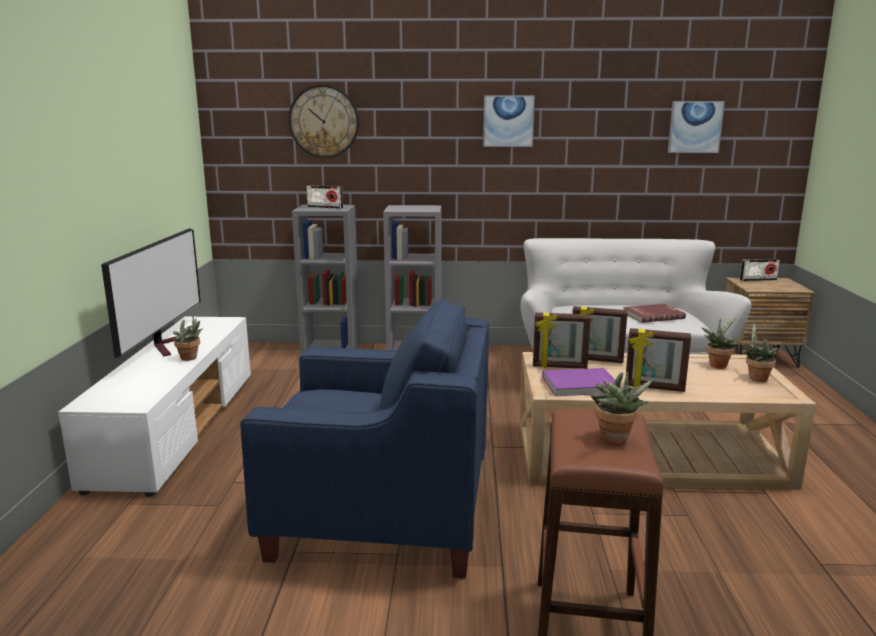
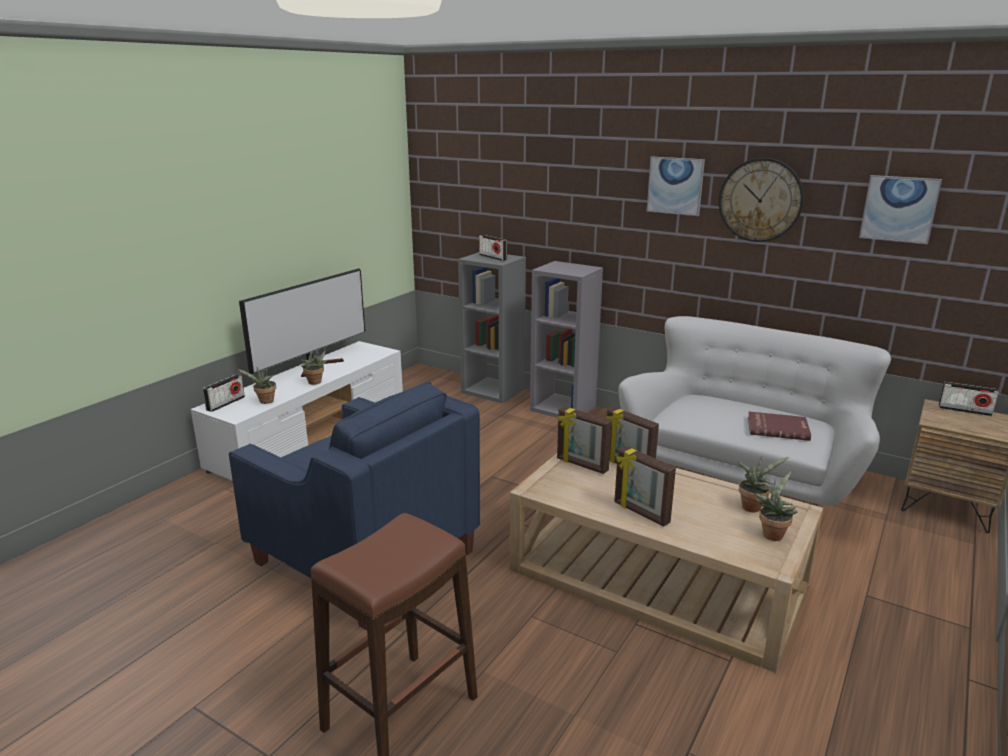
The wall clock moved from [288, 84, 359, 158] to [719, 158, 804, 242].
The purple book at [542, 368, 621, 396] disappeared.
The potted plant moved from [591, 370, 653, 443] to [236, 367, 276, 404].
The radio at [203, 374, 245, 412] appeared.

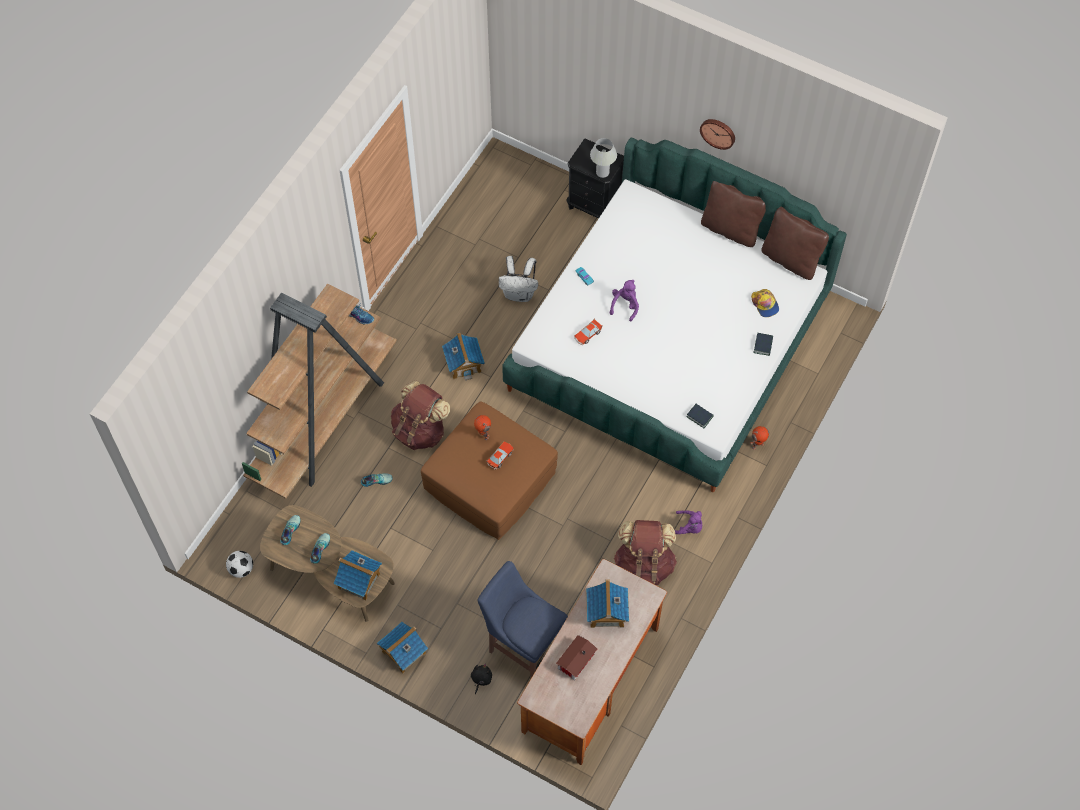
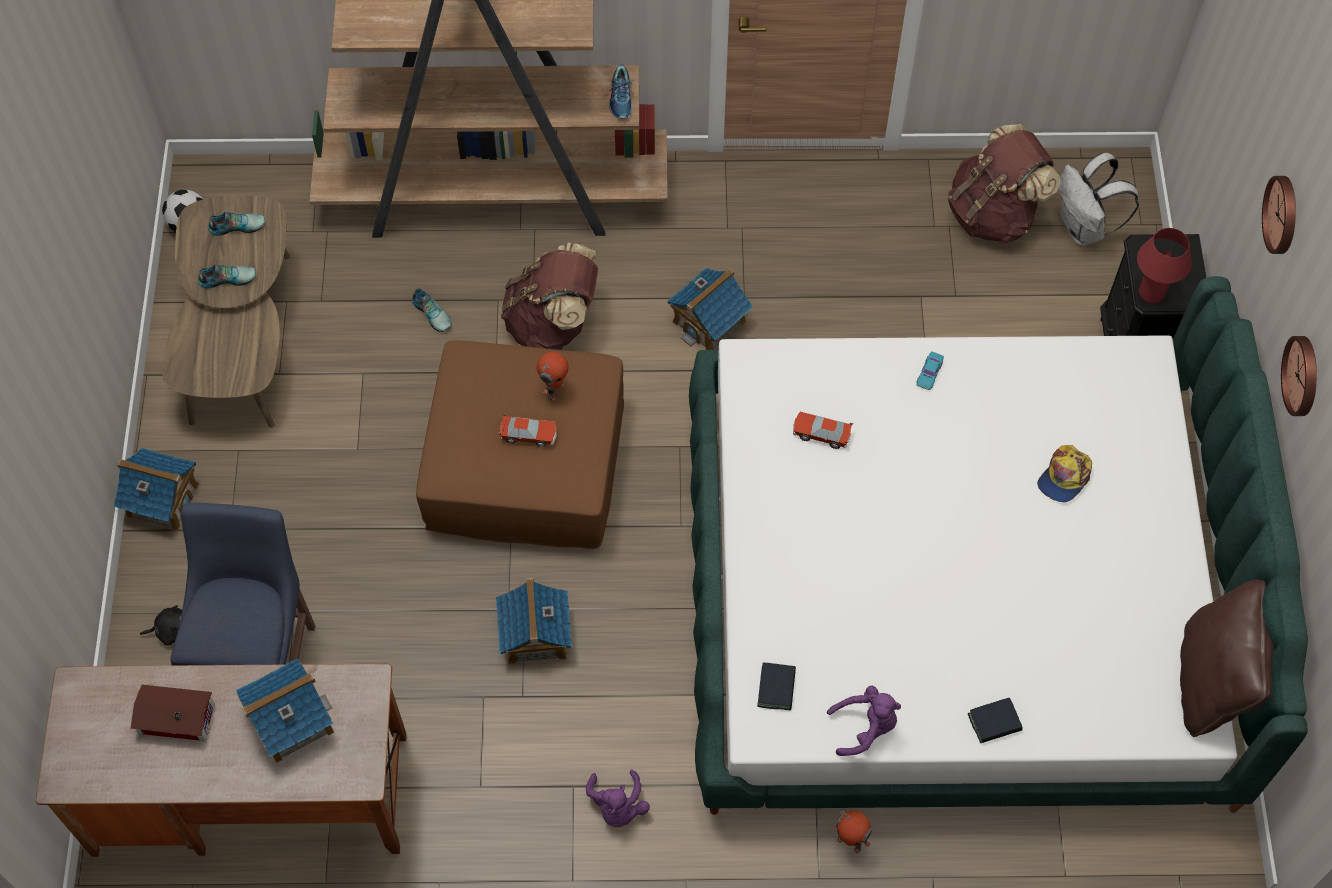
The toy house moved from [333, 550, 382, 601] to [496, 578, 572, 664].
The white backpack moved from [499, 256, 538, 302] to [1059, 152, 1139, 245].
The white table lamp at [590, 138, 617, 178] became the red table lamp at [1137, 228, 1192, 303].
The purple plush toy moved from [610, 280, 639, 321] to [827, 685, 901, 756].
The brown backpack moved from [614, 520, 677, 585] to [948, 124, 1061, 244].
The brown pillow at [701, 181, 766, 247] disappeared.
The cap moved from [751, 289, 779, 317] to [1037, 445, 1092, 502].
The wall clock at [1262, 176, 1296, 254] appeared.

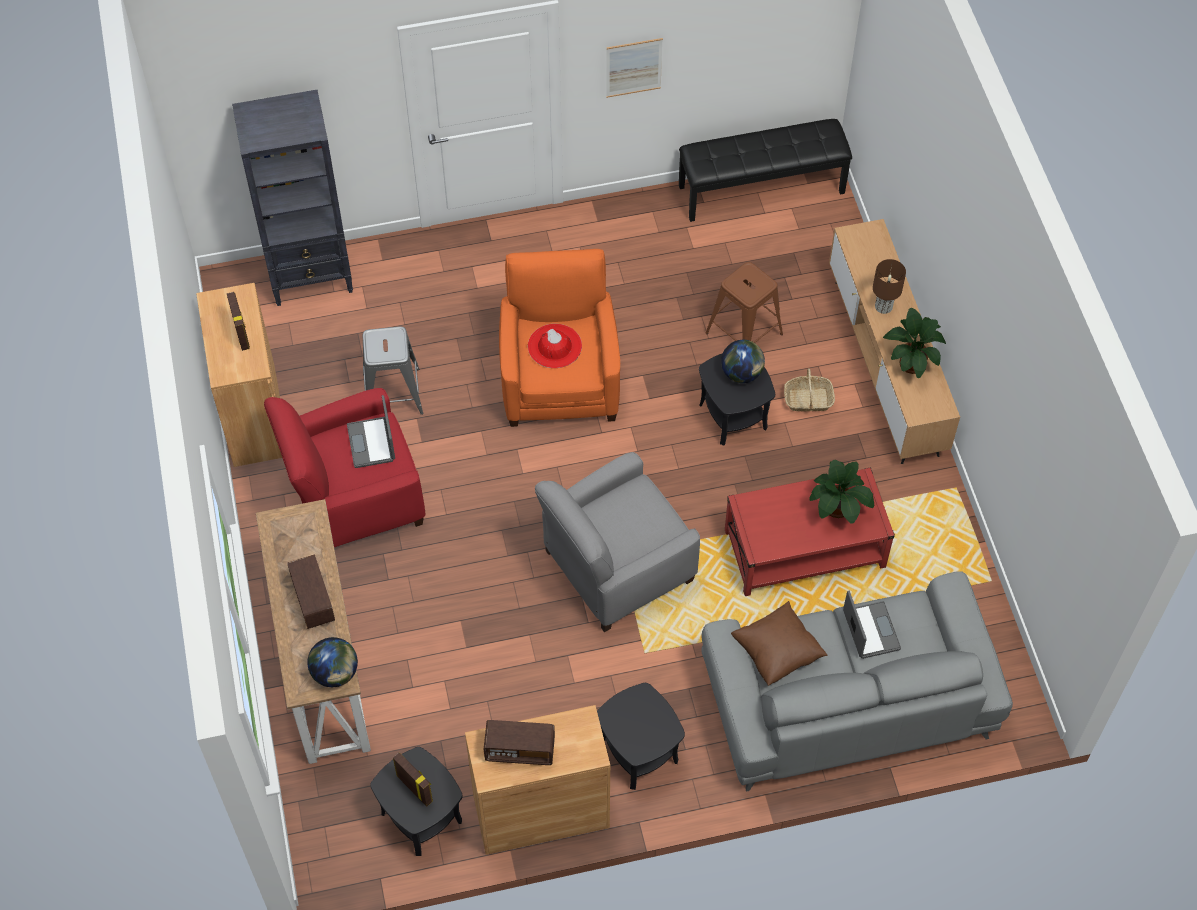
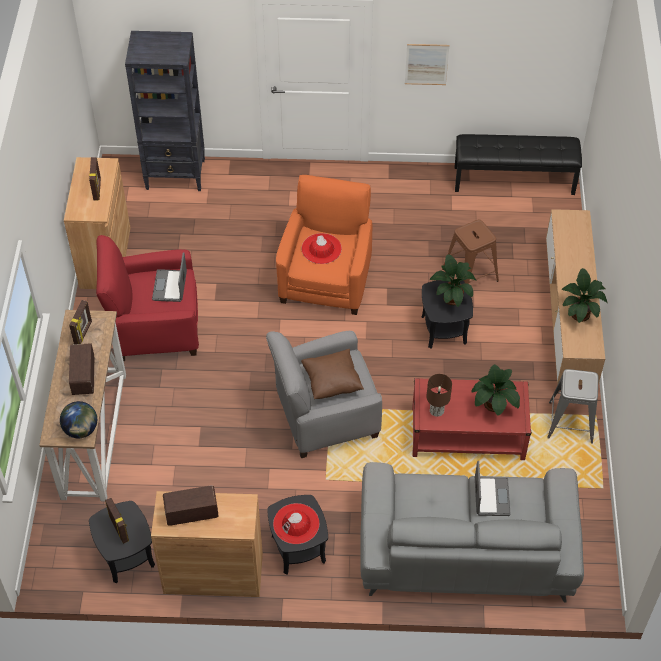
The grey stool moved from [363, 326, 423, 415] to [547, 369, 598, 444].
The radio at [484, 720, 555, 765] turned 150 degrees clockwise.
The globe at [721, 340, 765, 383] was replaced by the potted plant at [430, 254, 476, 307].
The brown pillow moved from [731, 601, 828, 686] to [301, 349, 364, 399].
The basket at [784, 368, 835, 412] disappeared.
The brown table lamp moved from [873, 259, 906, 314] to [426, 374, 452, 417].
The picture frame at [69, 300, 92, 345] appeared.
The red hat at [273, 503, 320, 544] appeared.

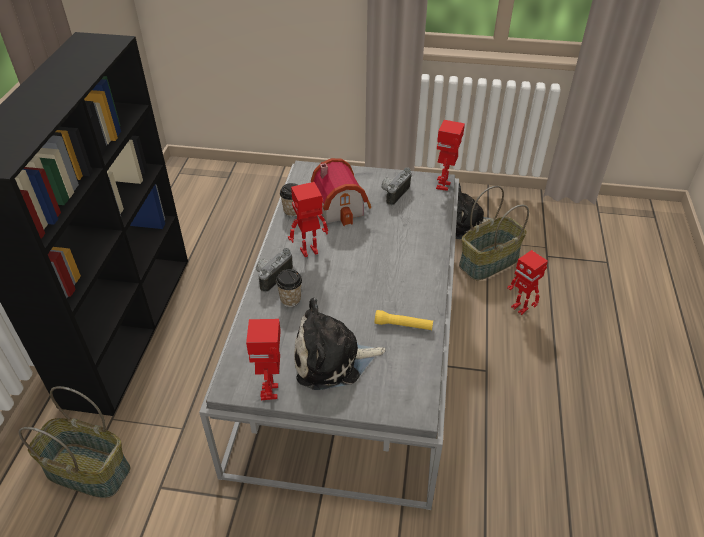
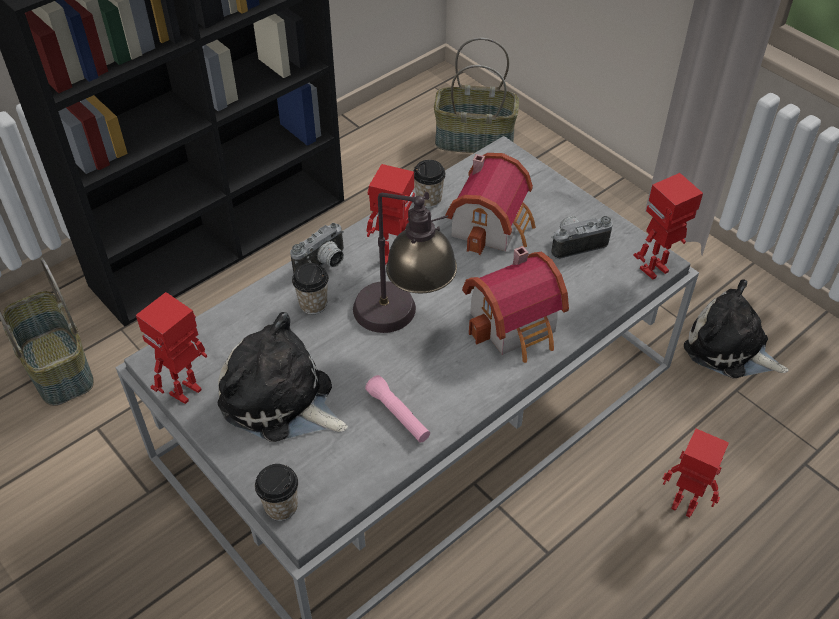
The photo camera at [256, 248, 293, 292] turned 150 degrees clockwise.
The yellow flashlight at [375, 310, 433, 330] became the pink flashlight at [365, 375, 430, 443].
The basket moved from [459, 186, 529, 281] to [434, 38, 519, 153].
The toy robot at [507, 250, 548, 315] turned 120 degrees clockwise.
The cup at [255, 464, 298, 521] appeared.
The table lamp at [353, 192, 457, 333] appeared.
The toy house at [462, 246, 569, 363] appeared.

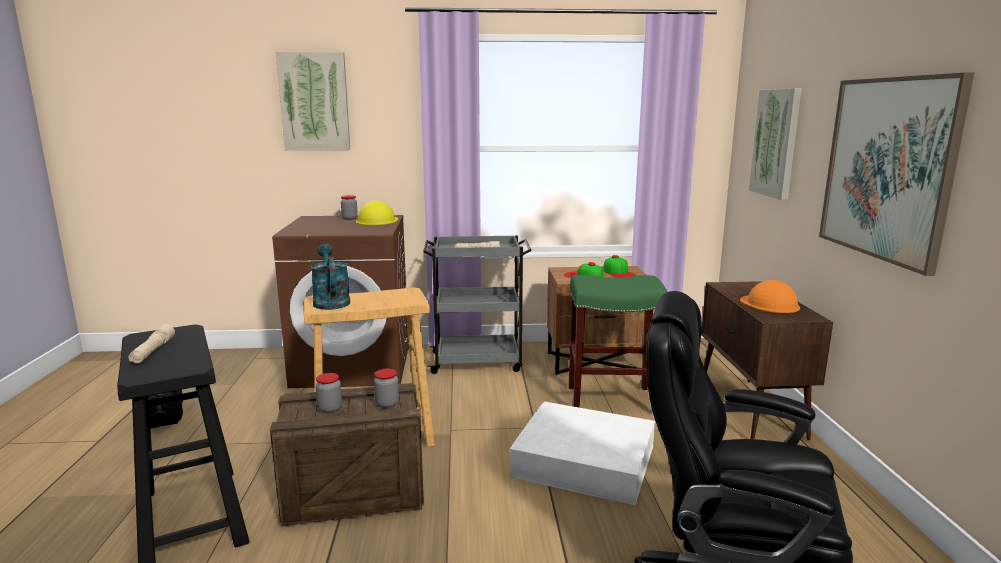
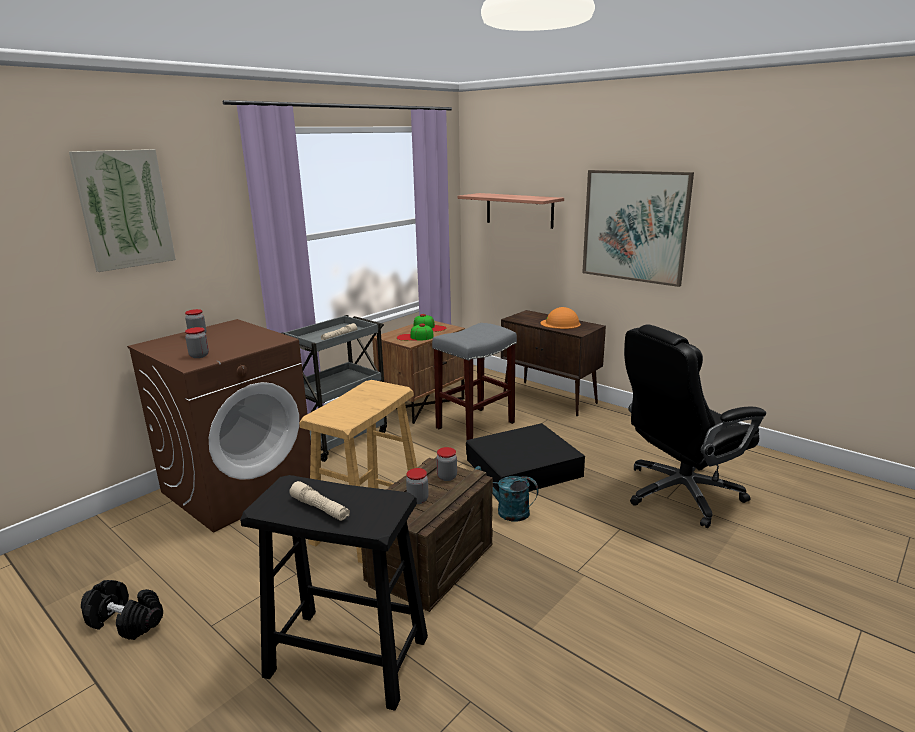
The turquoise watering can moved from [311, 244, 350, 310] to [473, 466, 539, 522].
The yellow hard hat at [356, 200, 398, 225] disappeared.
The white storage box at [509, 402, 655, 505] became the black storage box at [466, 423, 585, 493].
The green stool at [569, 275, 667, 412] became the grey stool at [432, 323, 517, 440].
The picture at [749, 88, 802, 200] was replaced by the shelf at [457, 193, 564, 229].
The jar at [185, 327, 209, 358] appeared.

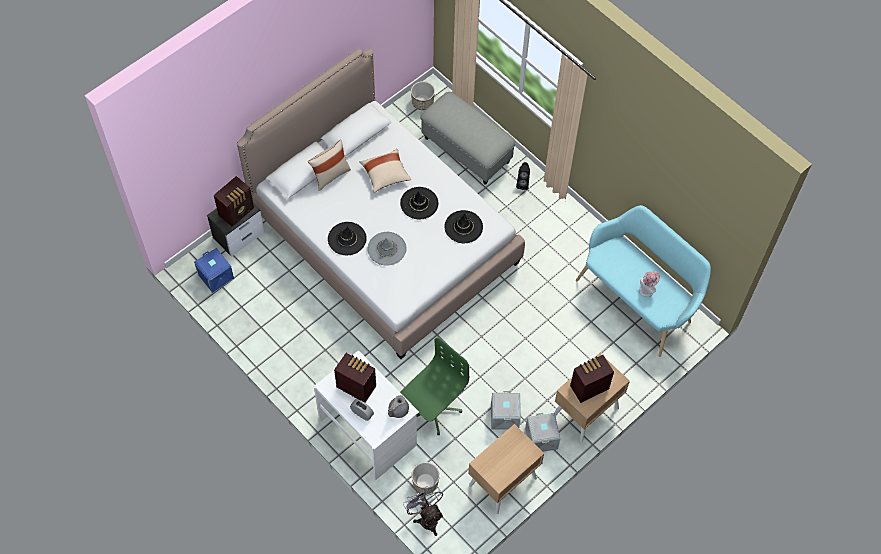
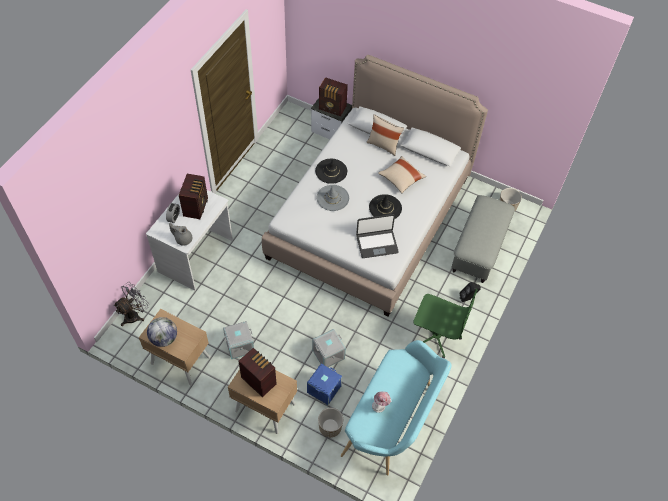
The blue storage box moved from [194, 248, 234, 293] to [307, 364, 342, 406].
The green office chair moved from [400, 338, 469, 435] to [413, 289, 477, 358].
The planter moved from [412, 462, 440, 494] to [318, 408, 343, 437].
The black hat at [444, 210, 483, 243] was replaced by the laptop at [356, 214, 399, 258].
The grey storage box moved from [525, 413, 560, 452] to [312, 329, 346, 367].
The globe at [147, 317, 177, 347] appeared.

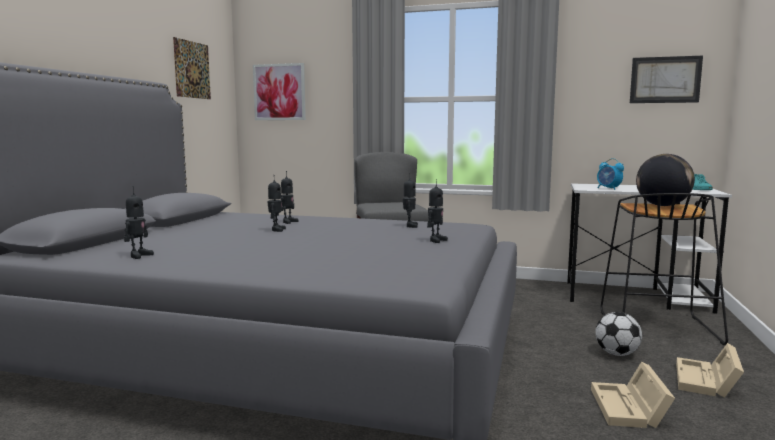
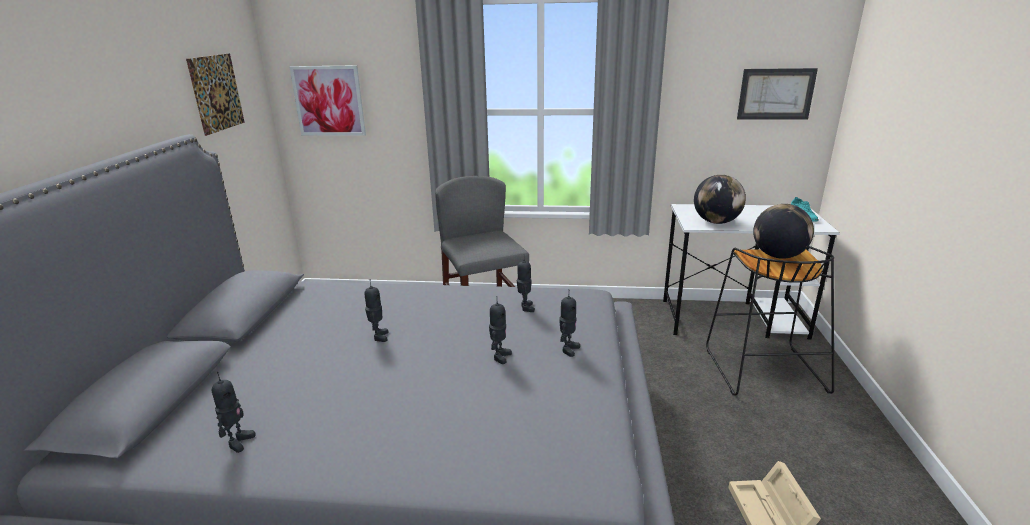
The toy robot moved from [281, 171, 298, 224] to [489, 296, 512, 364].
The football at [595, 312, 642, 356] disappeared.
The alarm clock at [597, 158, 624, 190] was replaced by the globe at [694, 175, 746, 224].
The beige storage box at [676, 343, 744, 398] disappeared.

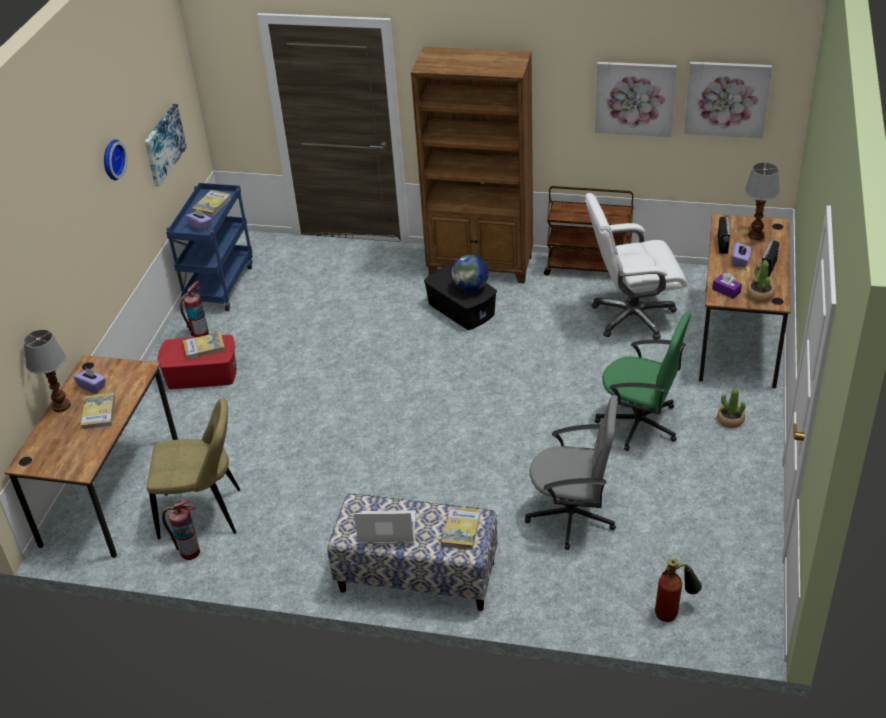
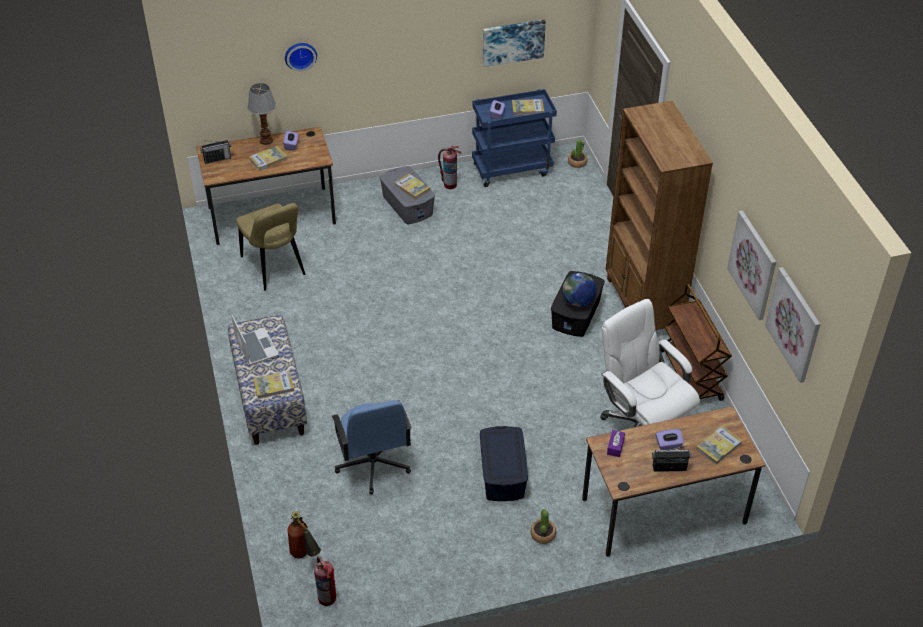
The wall clock moved from [104, 139, 127, 180] to [285, 43, 317, 71].
The red storage box at [158, 335, 236, 389] became the grey storage box at [379, 166, 435, 224].
The fire extinguisher moved from [162, 500, 200, 560] to [314, 556, 336, 606].
The grey office chair at [525, 395, 618, 550] became the blue office chair at [332, 400, 412, 494].
The green office chair at [595, 312, 691, 451] was replaced by the blue storage box at [480, 426, 528, 501].
The radio moved from [718, 216, 730, 254] to [200, 140, 231, 164].
The table lamp at [745, 162, 780, 240] was replaced by the book at [696, 426, 743, 465].
The potted plant moved from [747, 261, 775, 302] to [568, 139, 588, 168].

